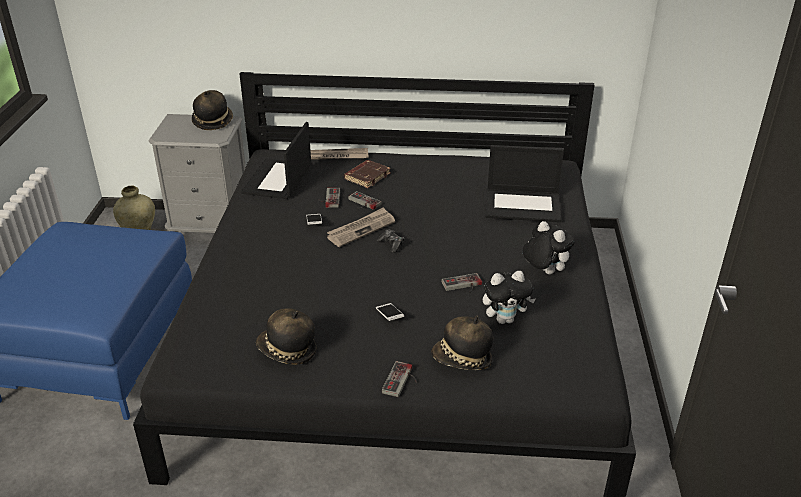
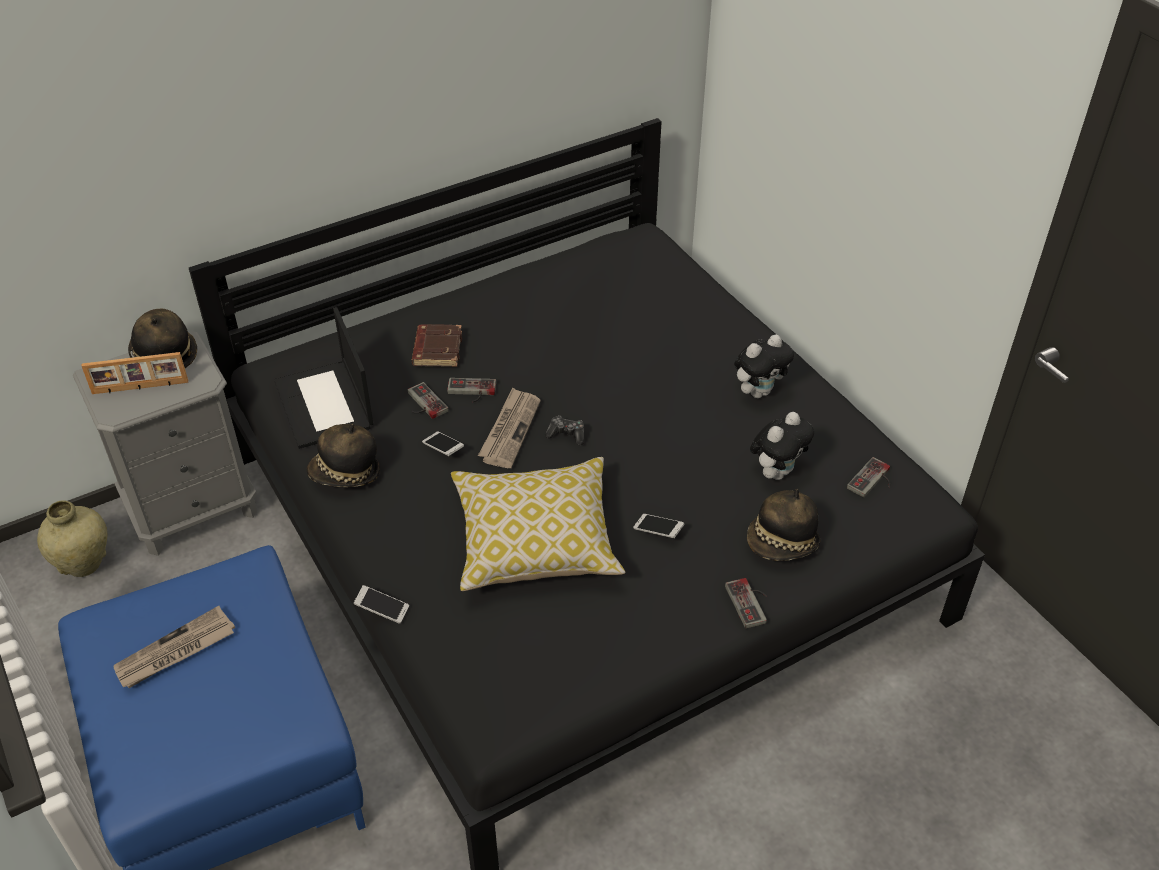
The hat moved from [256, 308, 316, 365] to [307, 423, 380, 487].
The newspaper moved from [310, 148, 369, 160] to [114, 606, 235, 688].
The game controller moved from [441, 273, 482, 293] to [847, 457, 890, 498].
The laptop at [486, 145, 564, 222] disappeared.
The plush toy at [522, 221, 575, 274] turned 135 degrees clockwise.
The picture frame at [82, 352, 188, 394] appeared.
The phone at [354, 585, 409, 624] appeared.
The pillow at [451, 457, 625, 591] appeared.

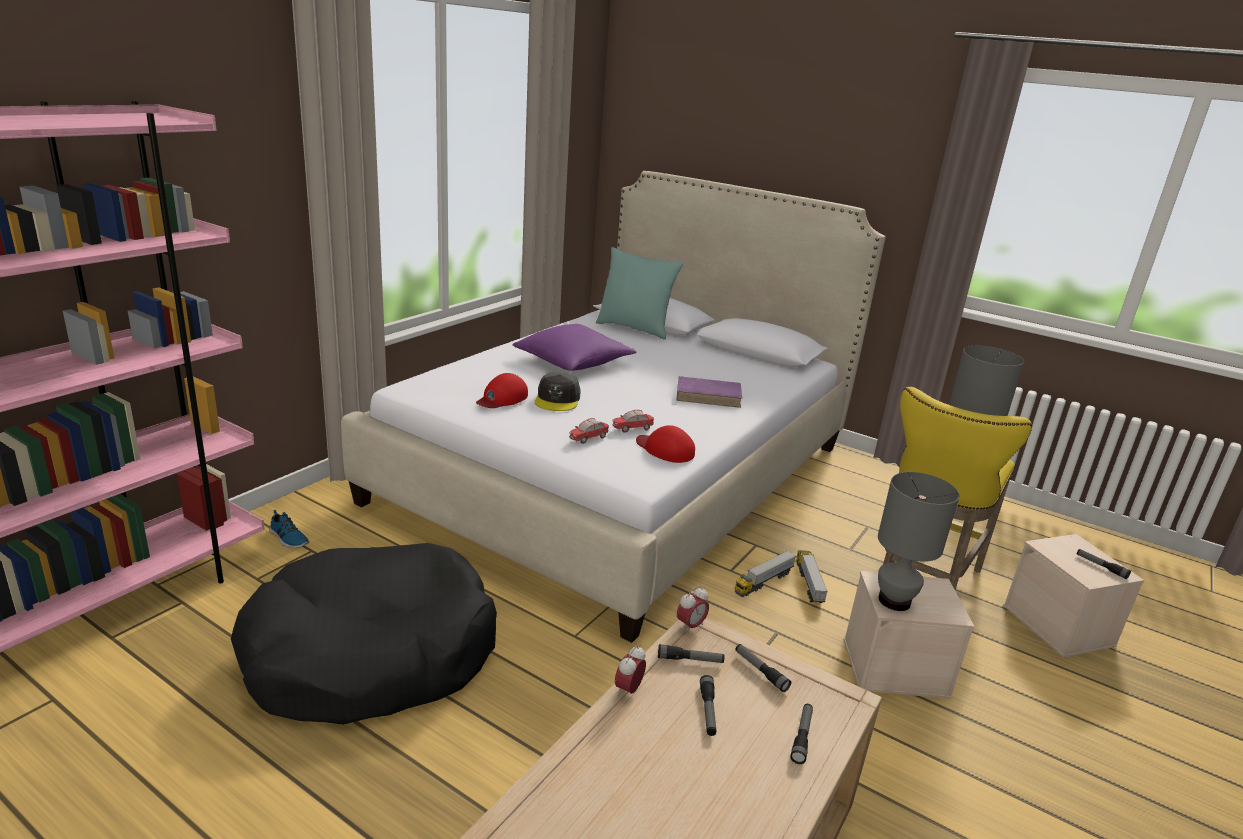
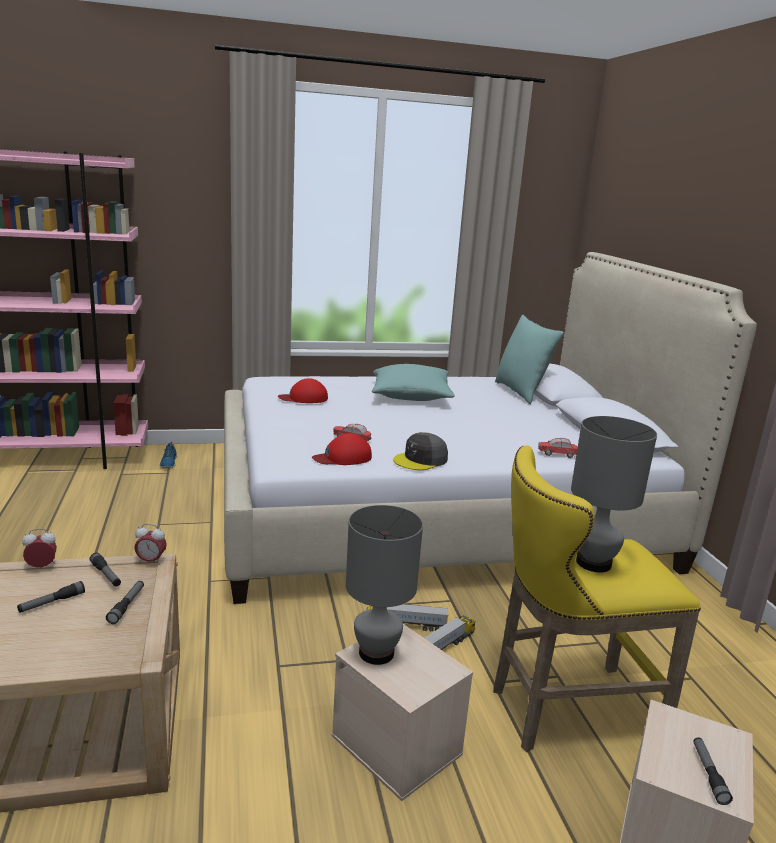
The black dog bed at [231, 543, 497, 725] disappeared.
The purple pillow at [512, 324, 636, 371] became the turquoise pillow at [372, 364, 455, 401].
The grey cap moved from [535, 372, 581, 411] to [393, 432, 448, 470].
The toy car moved from [569, 418, 609, 444] to [538, 438, 578, 458].
The red cap at [636, 425, 695, 463] turned 105 degrees counterclockwise.
The purple book at [676, 376, 742, 408] disappeared.
The flashlight at [790, 704, 813, 764] disappeared.

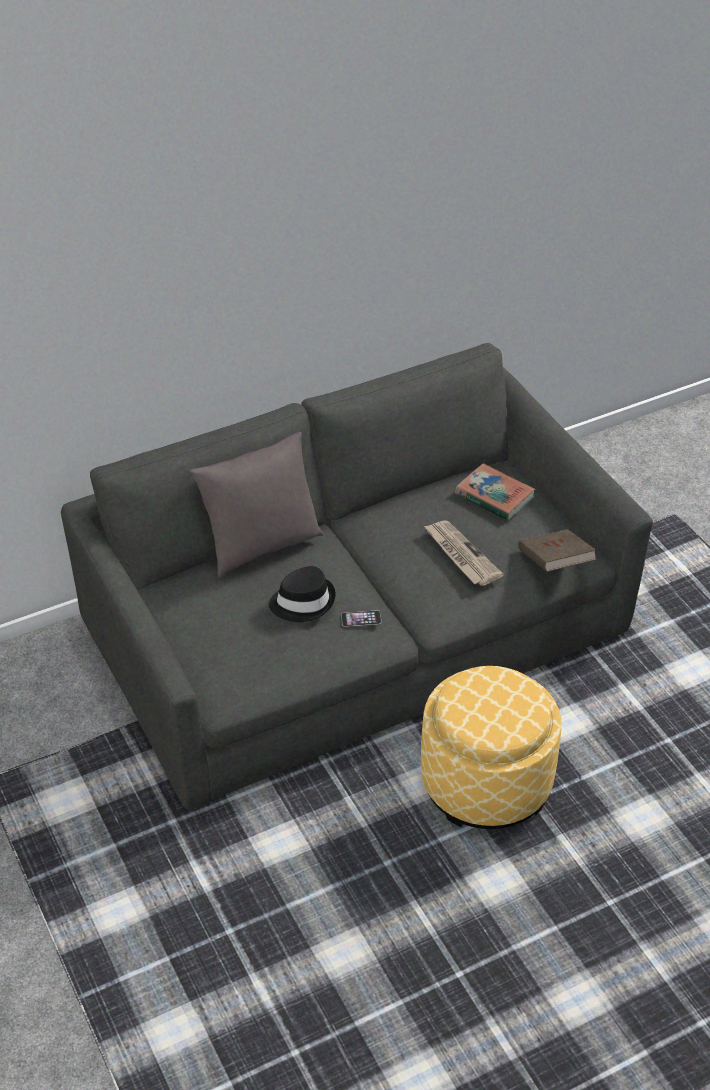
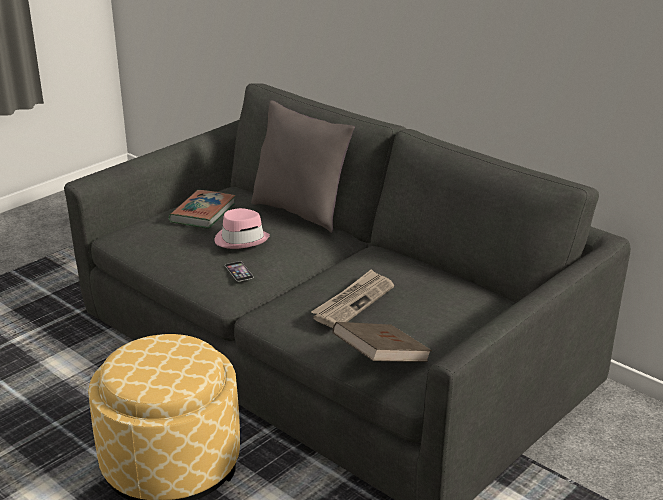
The black hat at [269, 566, 336, 622] became the pink hat at [214, 208, 270, 249].
The book moved from [455, 463, 536, 521] to [169, 190, 236, 229].

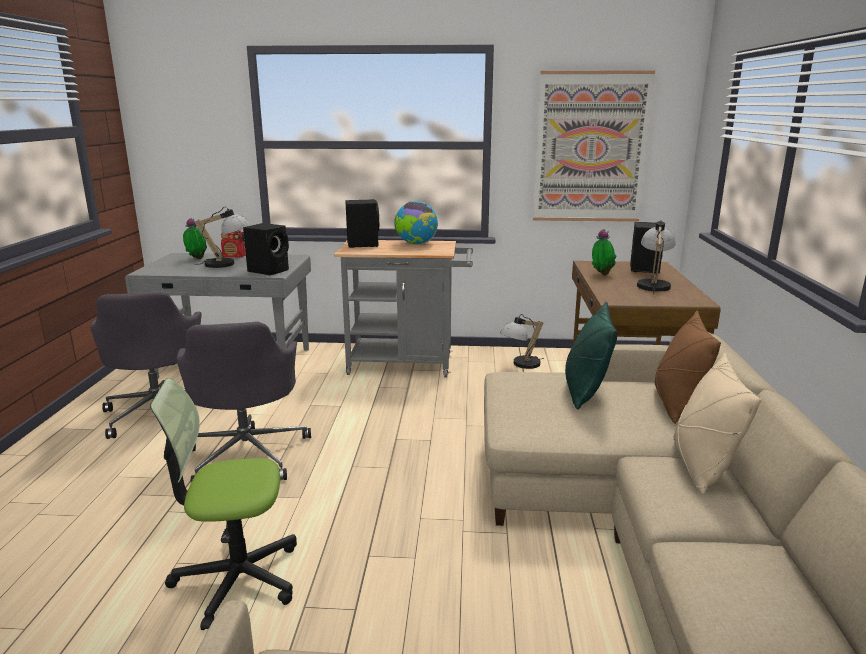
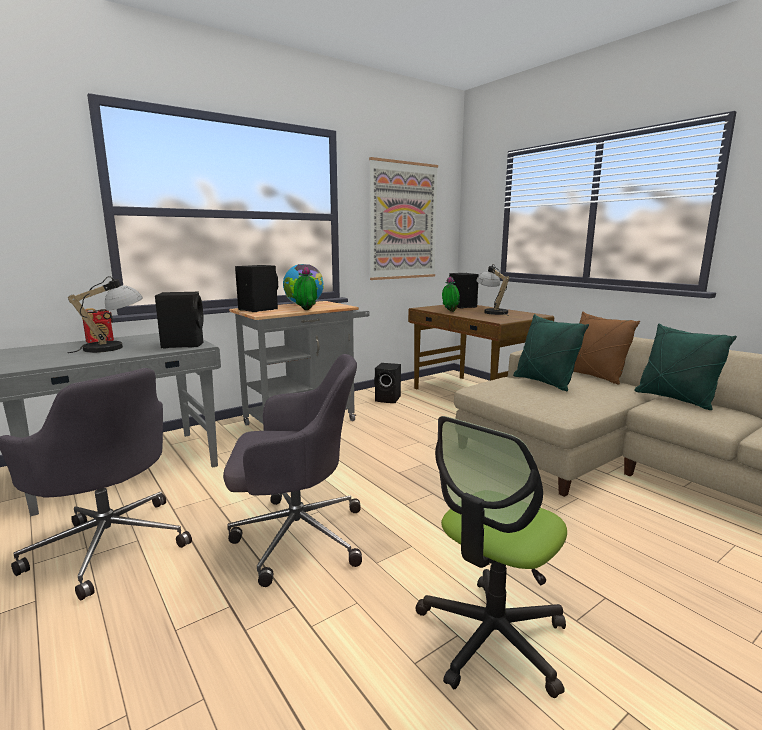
The grey office chair at [177, 322, 311, 482] turned 45 degrees counterclockwise.
The potted plant moved from [183, 218, 207, 259] to [293, 266, 318, 310].
The table lamp at [500, 314, 544, 369] was replaced by the black speaker at [374, 363, 401, 403].
The beige pillow at [673, 353, 761, 495] became the green pillow at [634, 324, 737, 410].

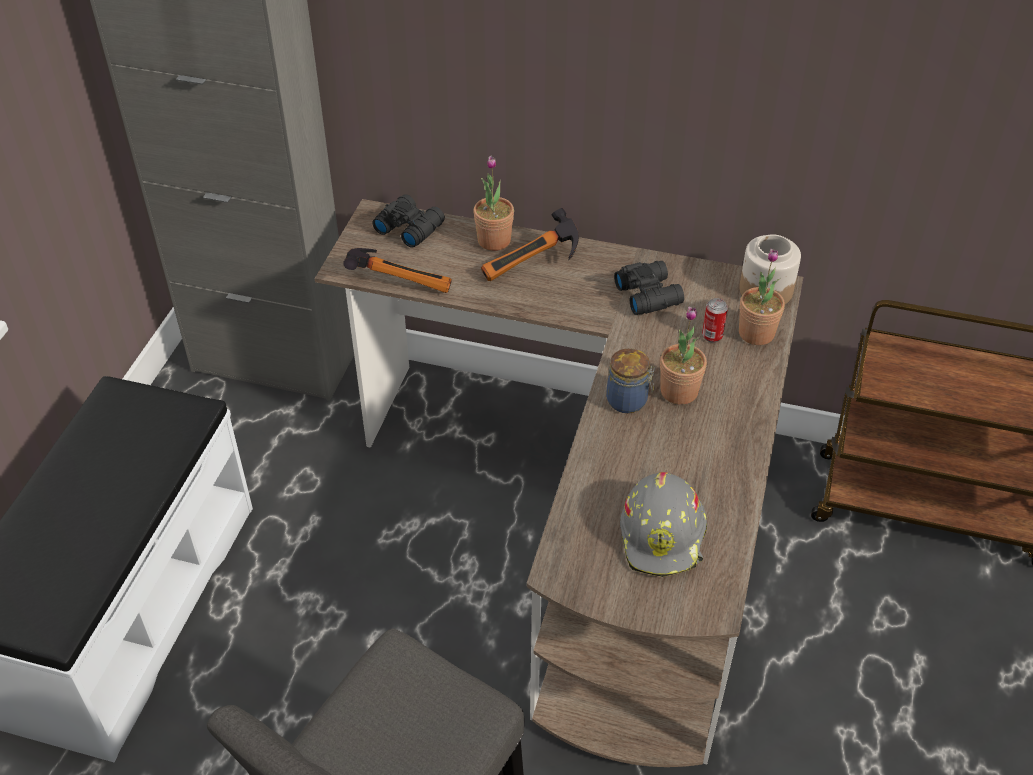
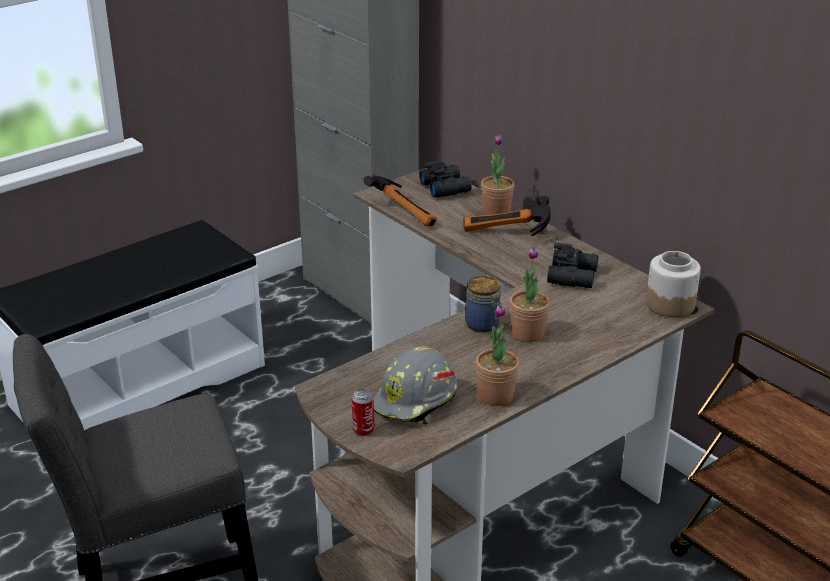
The can moved from [702, 298, 728, 342] to [352, 389, 374, 436].
The potted plant moved from [739, 249, 785, 345] to [476, 304, 519, 406].

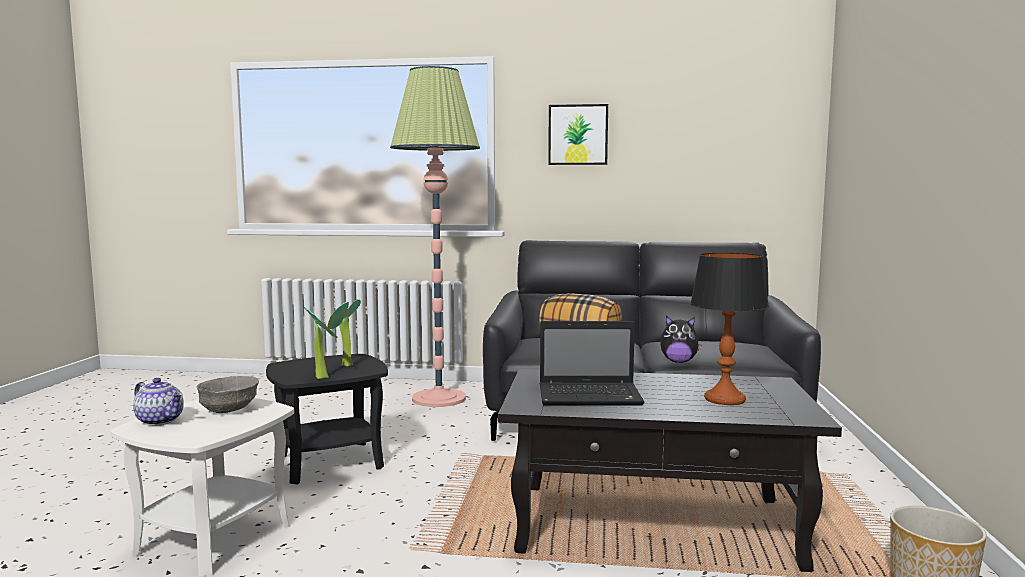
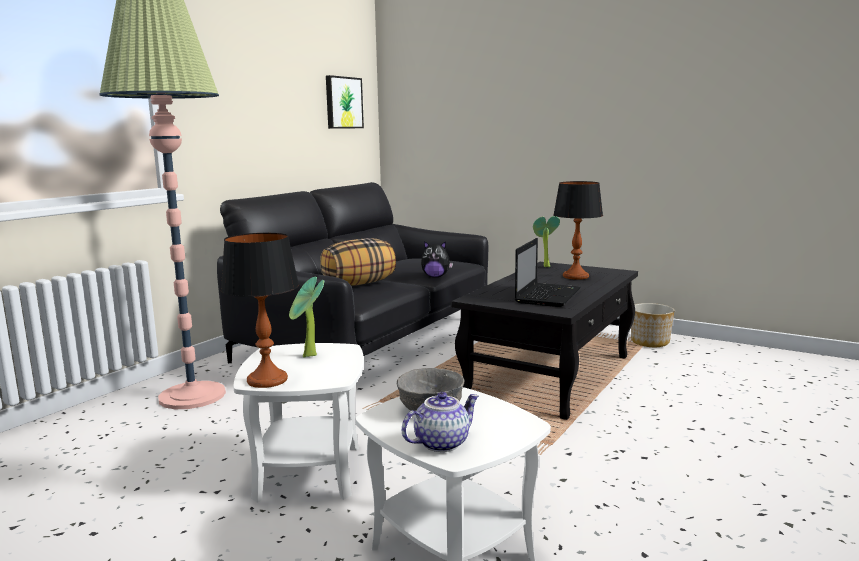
The black side table at [266, 354, 388, 485] became the white side table at [233, 343, 364, 503].
The potted plant moved from [304, 307, 338, 379] to [533, 216, 560, 267].
The picture moved from [548, 104, 608, 165] to [326, 75, 364, 129].
The plush toy at [660, 316, 702, 363] turned 60 degrees clockwise.
The table lamp at [221, 233, 299, 388] appeared.

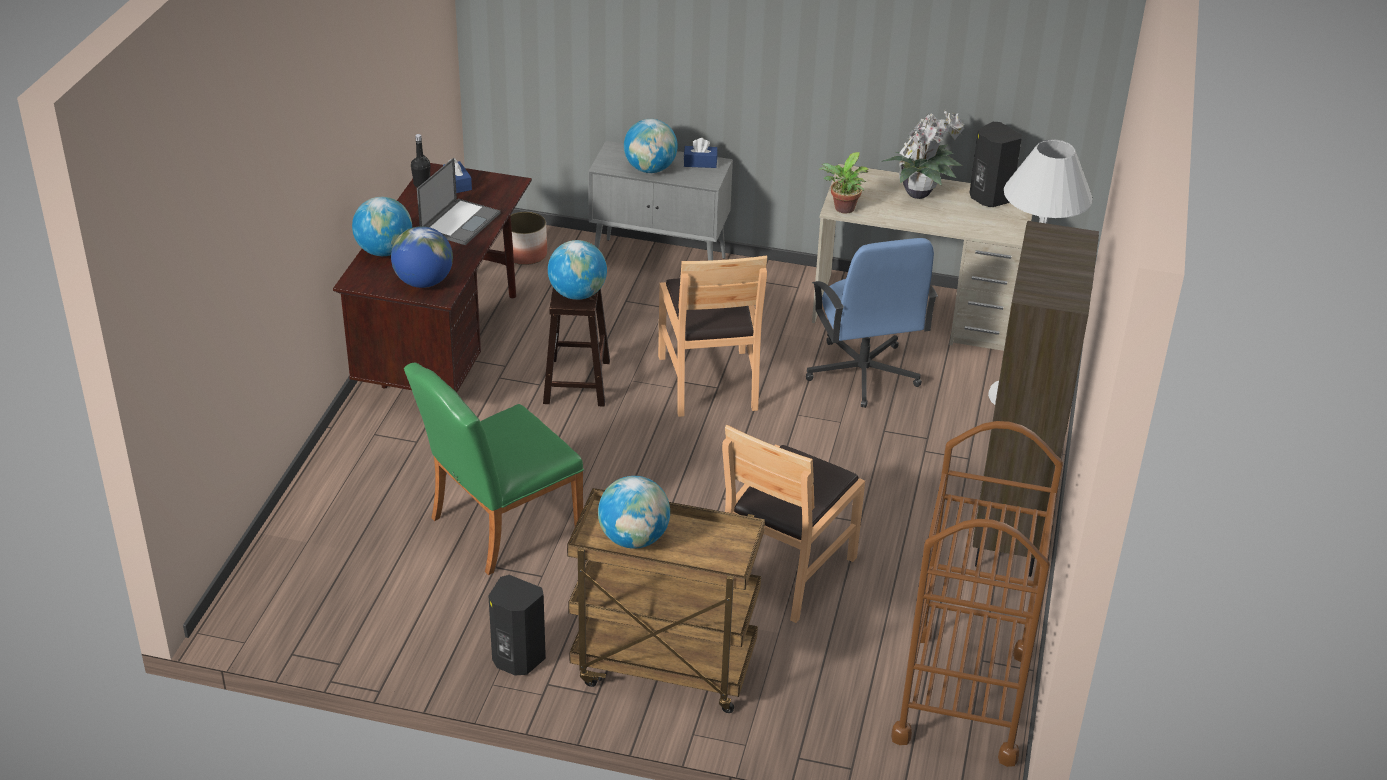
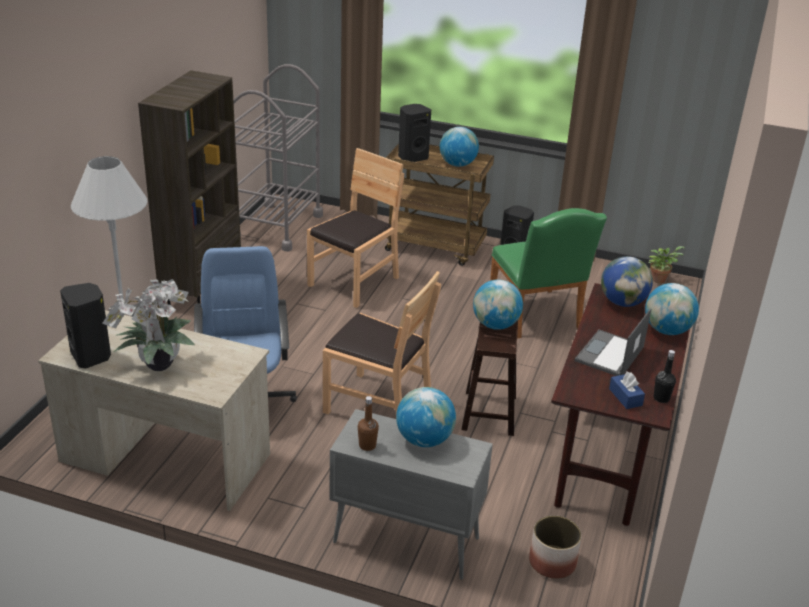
The green chair at [404, 362, 584, 575] turned 105 degrees clockwise.
The brown chair at [658, 255, 767, 417] turned 120 degrees clockwise.
The blue tissue box at [684, 138, 718, 168] was replaced by the brown bottle at [358, 396, 379, 451].
The potted plant moved from [819, 152, 869, 214] to [649, 246, 685, 283].
The brown cart at [891, 421, 1063, 767] became the grey cart at [233, 64, 323, 251].
The black speaker at [398, 104, 431, 162] appeared.

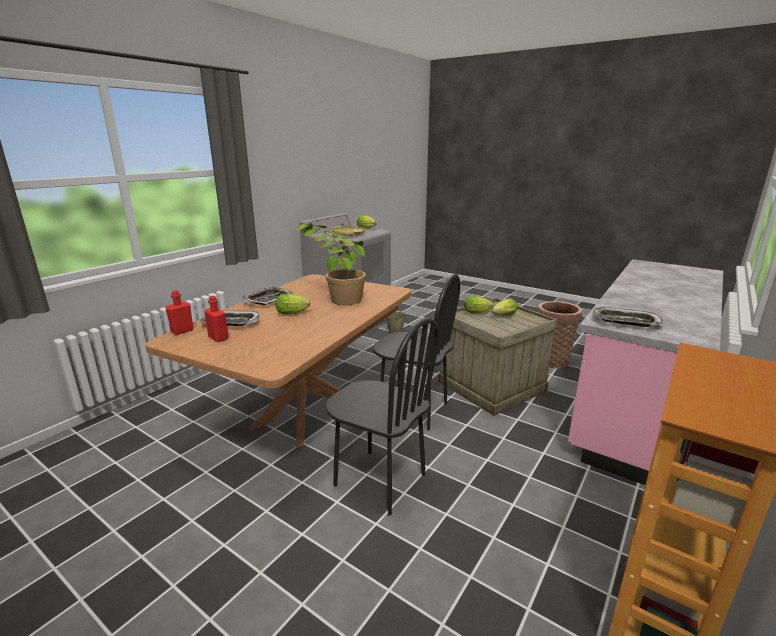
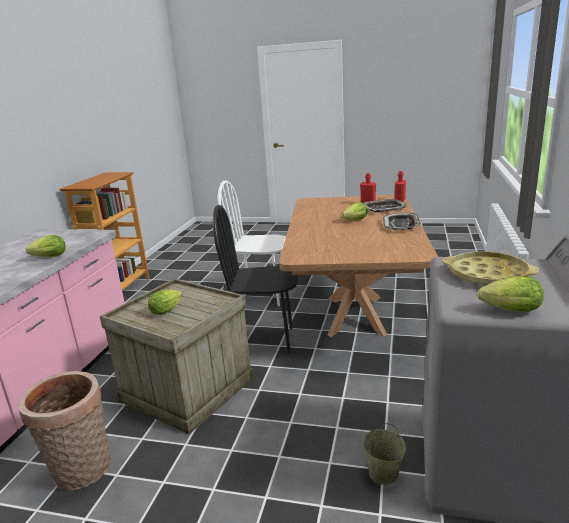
The potted plant at [293, 223, 366, 305] disappeared.
The black chair at [325, 318, 439, 516] became the white chair at [218, 180, 286, 306].
The lettuce moved from [464, 296, 493, 314] to [26, 235, 65, 257].
The tray at [593, 307, 664, 327] disappeared.

